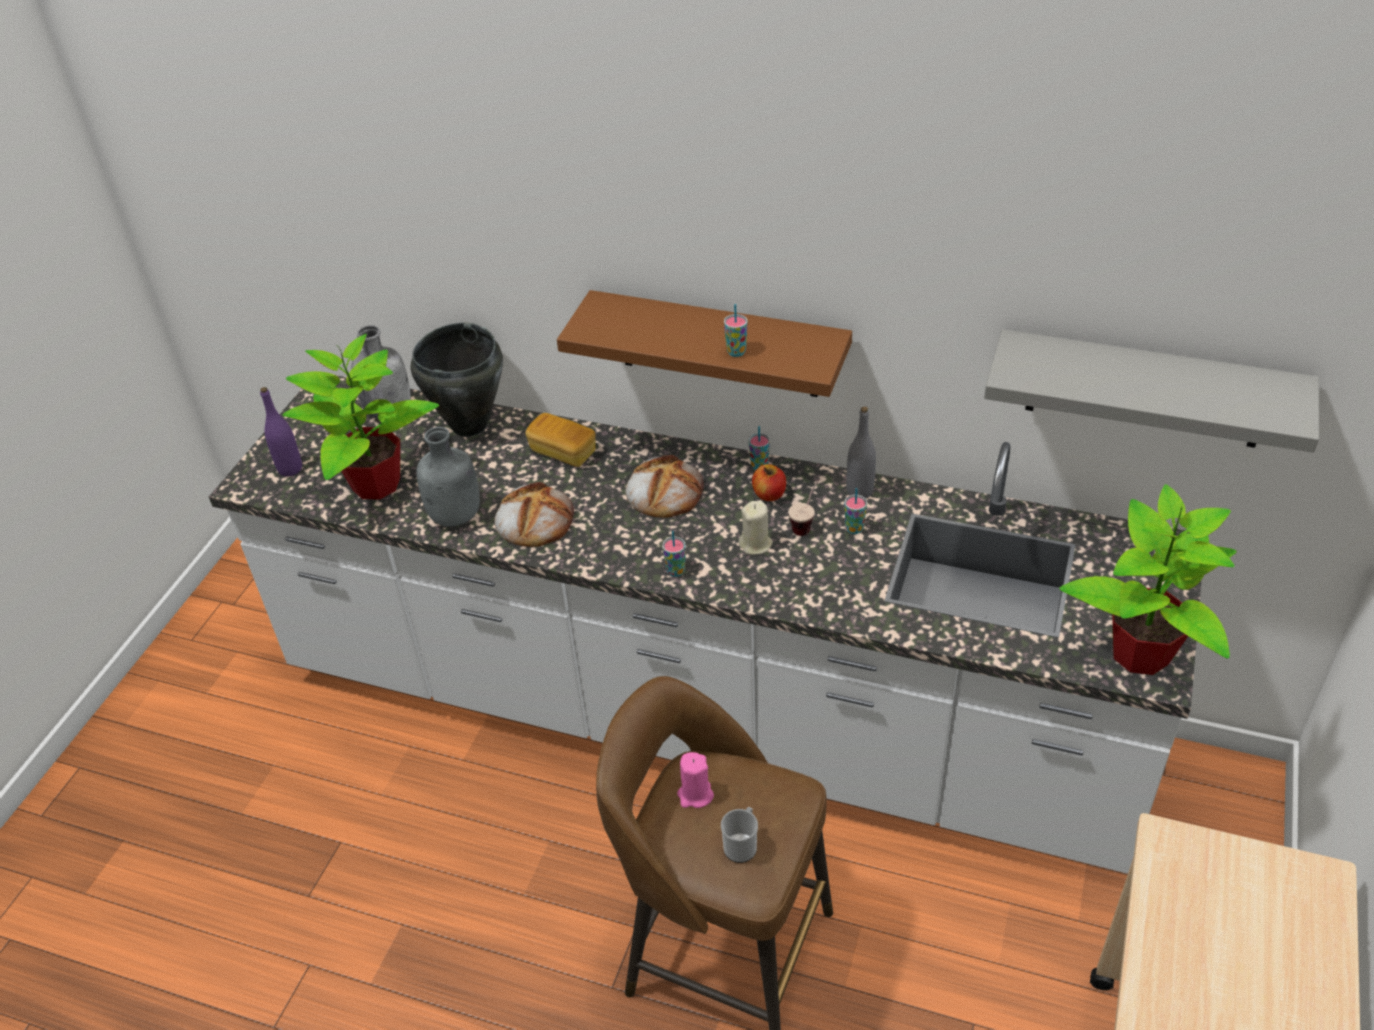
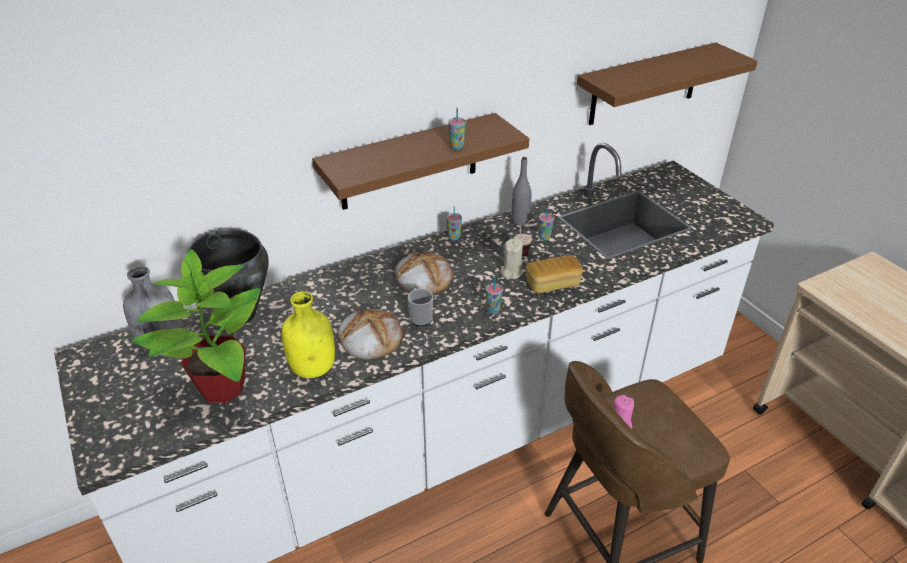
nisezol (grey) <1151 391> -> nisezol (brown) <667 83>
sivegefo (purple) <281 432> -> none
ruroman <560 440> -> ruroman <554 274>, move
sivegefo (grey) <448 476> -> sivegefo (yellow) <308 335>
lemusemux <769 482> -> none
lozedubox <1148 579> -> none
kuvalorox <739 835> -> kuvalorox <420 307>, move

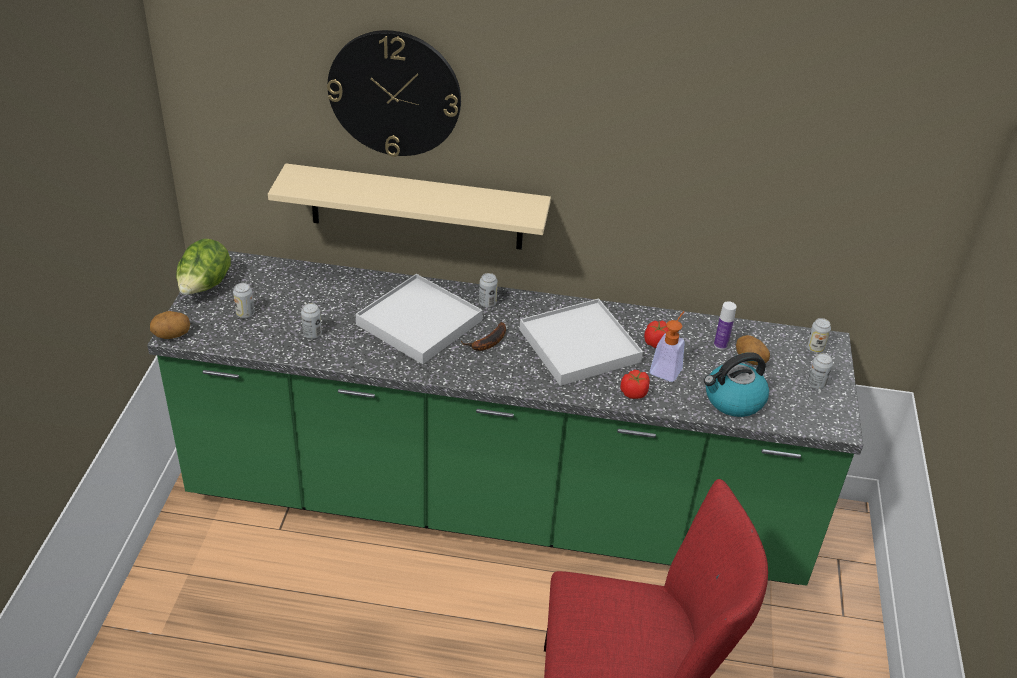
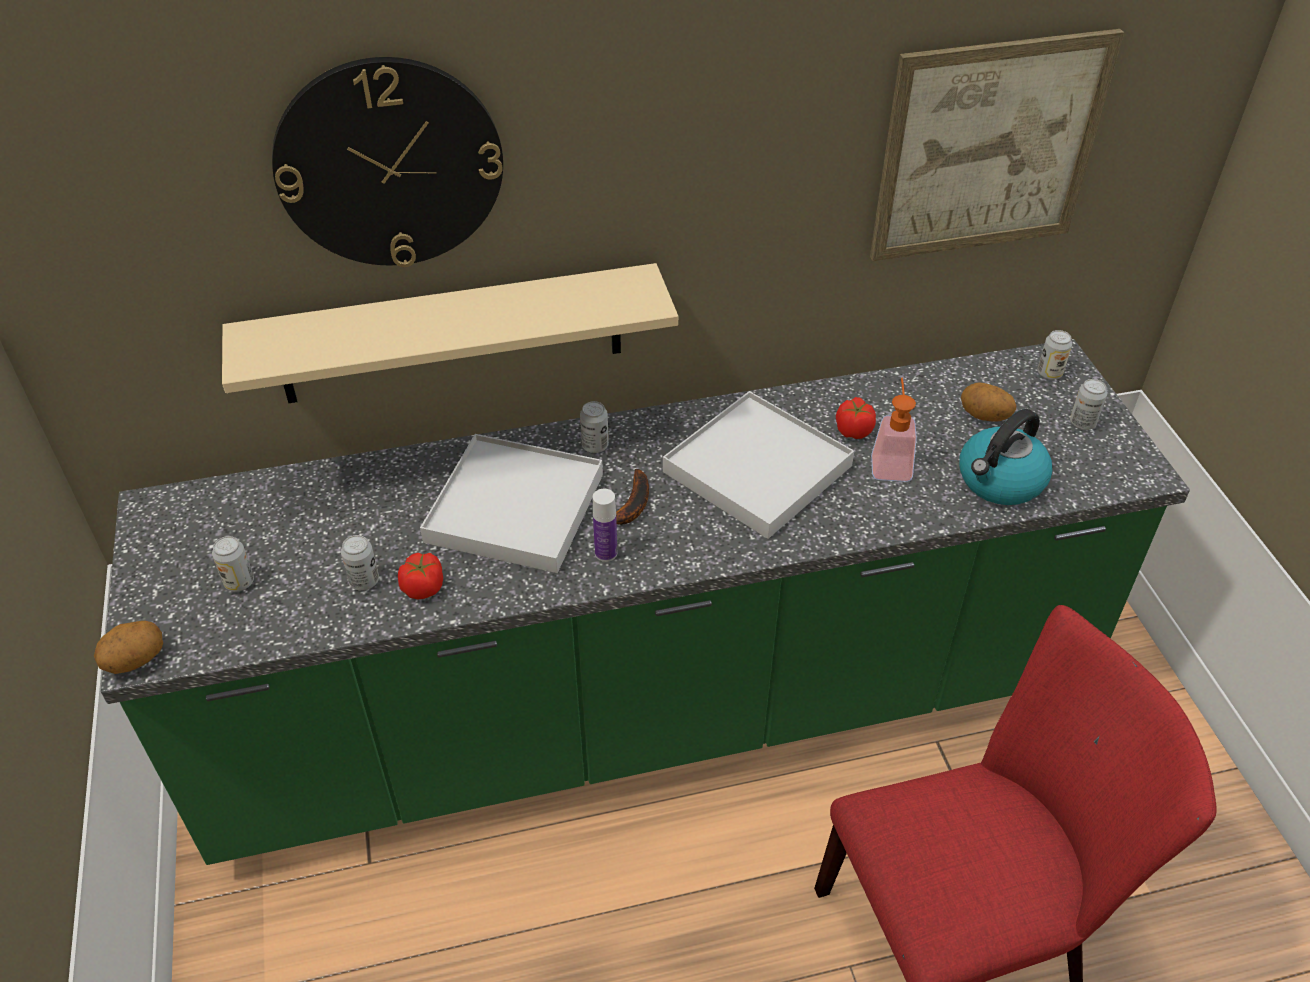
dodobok <203 267> -> none
sivegefo <725 325> -> sivegefo <605 525>, move
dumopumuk <635 384> -> dumopumuk <420 576>, move
none -> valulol <997 145>

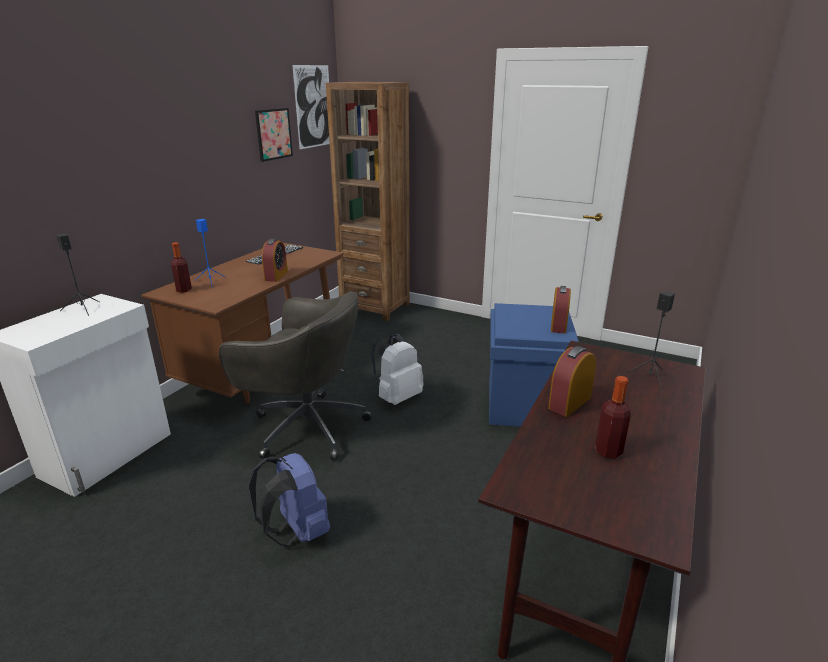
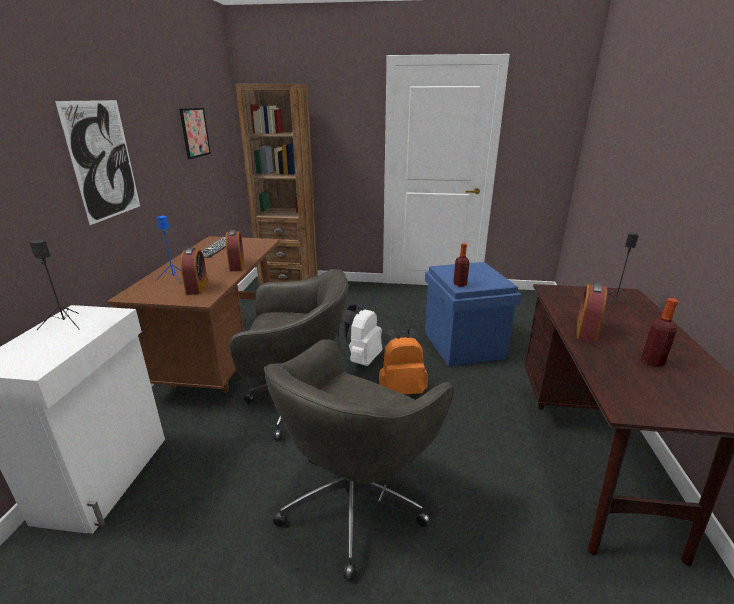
valulol <311 107> -> valulol <97 162>, move
sivegefo <181 267> -> sivegefo <461 265>, move
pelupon <561 310> -> pelupon <194 271>, move
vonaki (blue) <289 499> -> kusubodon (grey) <359 459>
none -> vonaki (orange) <403 362>

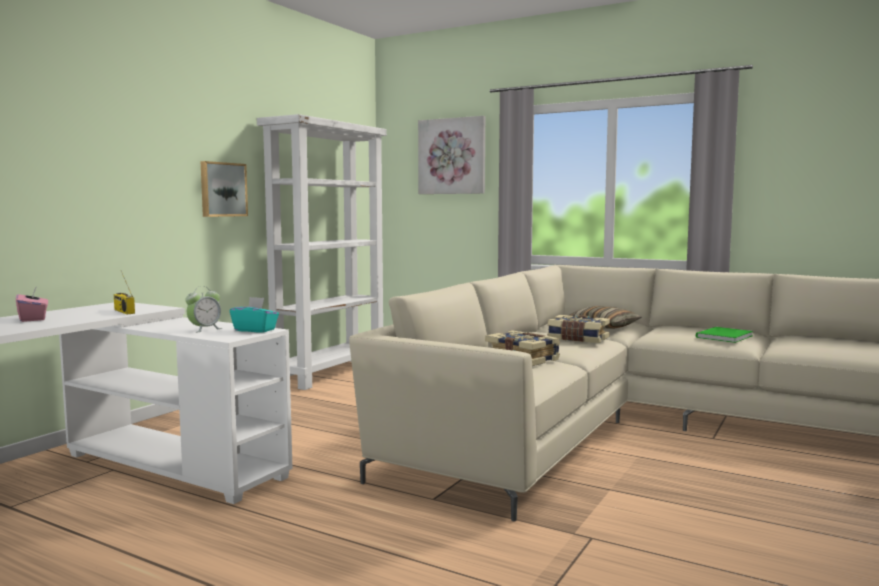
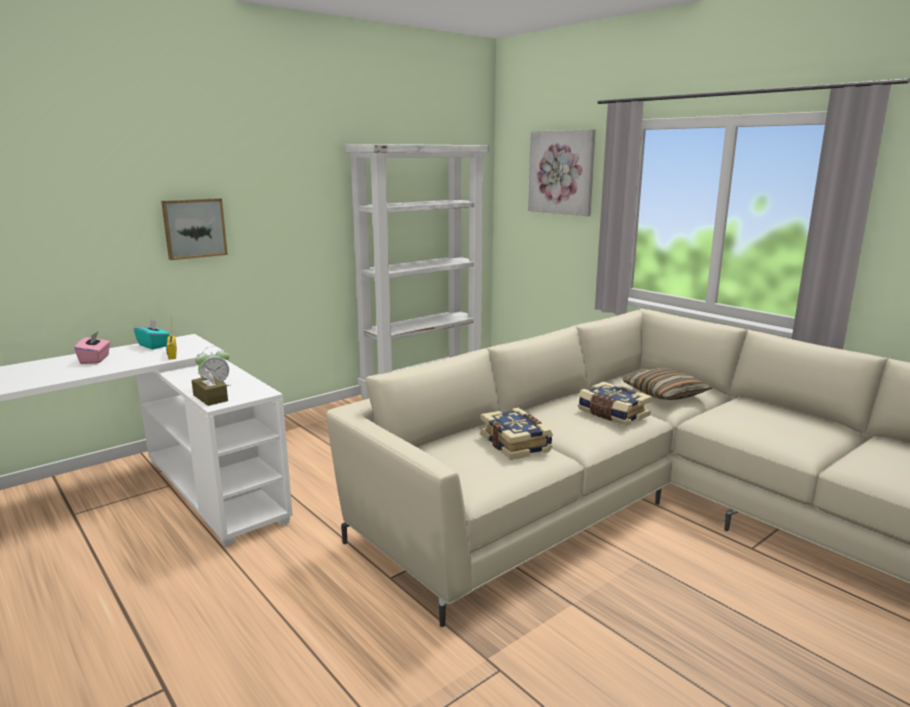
valulol <224 189> -> valulol <194 229>, move
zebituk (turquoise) <254 315> -> zebituk (turquoise) <152 334>, move
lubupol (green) <724 335> -> none
none -> zebituk (brown) <209 386>

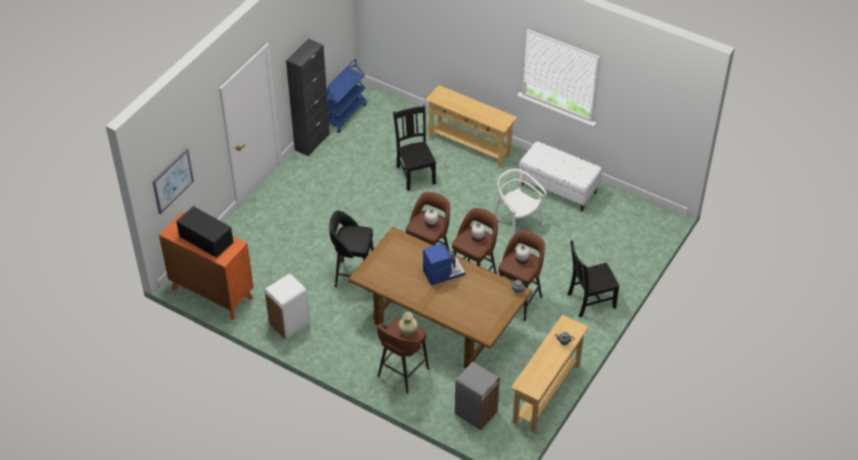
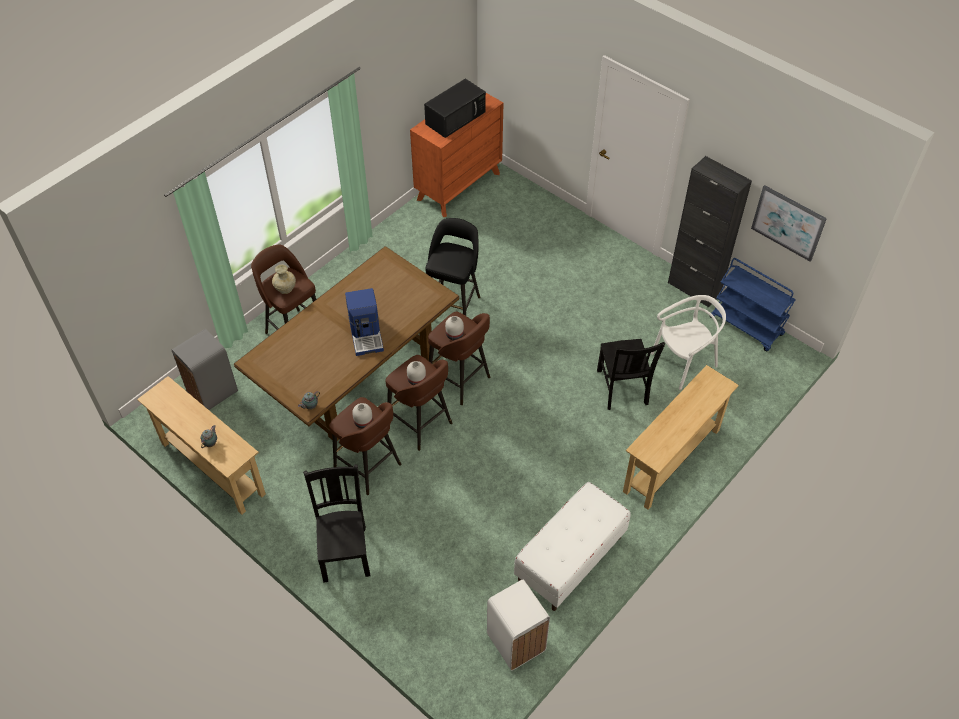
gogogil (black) <414 148> -> gogogil (black) <631 374>, 90 degrees clockwise
valulol <173 181> -> valulol <789 223>, move
gogogil (white) <520 203> -> gogogil (white) <688 342>, move
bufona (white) <287 307> -> bufona (white) <518 625>, move

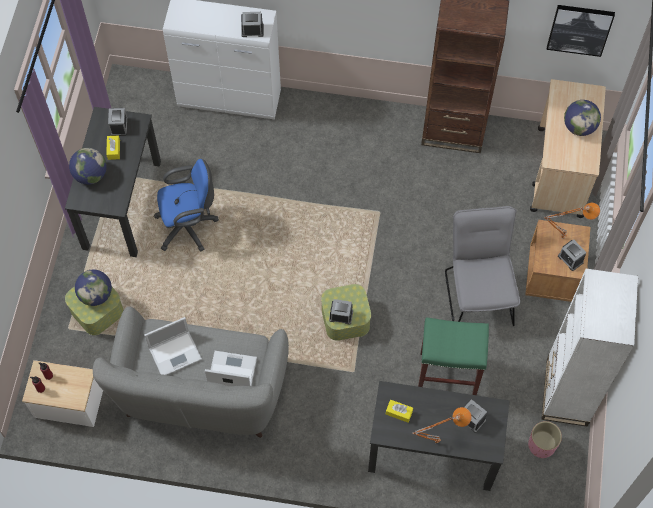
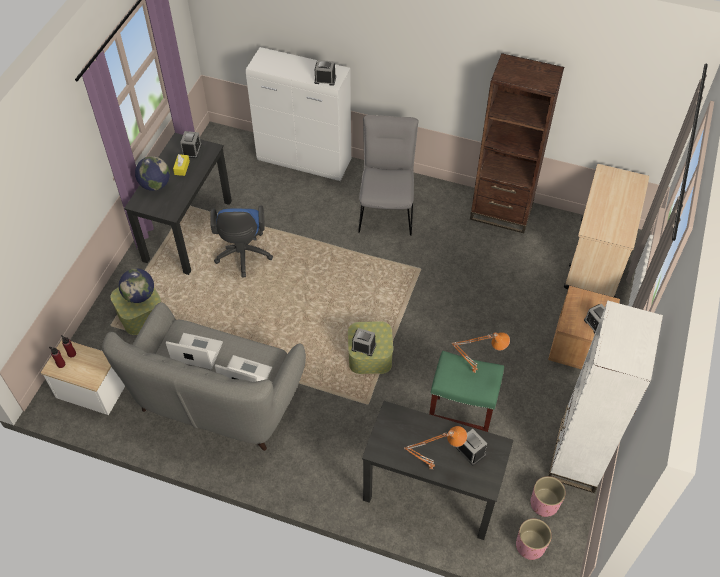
valulol <580 31> -> none
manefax <582 118> -> none
kusubodon (blue) <186 205> -> kusubodon (blue) <241 241>, 90 degrees clockwise
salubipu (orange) <572 221> -> salubipu (orange) <481 352>, move
gogogil (grey) <482 266> -> gogogil (grey) <388 175>, move
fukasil <173 346> -> fukasil <194 351>, 150 degrees counterclockwise
zebituk (yellow) <399 411> -> none
none -> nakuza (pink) <534 539>

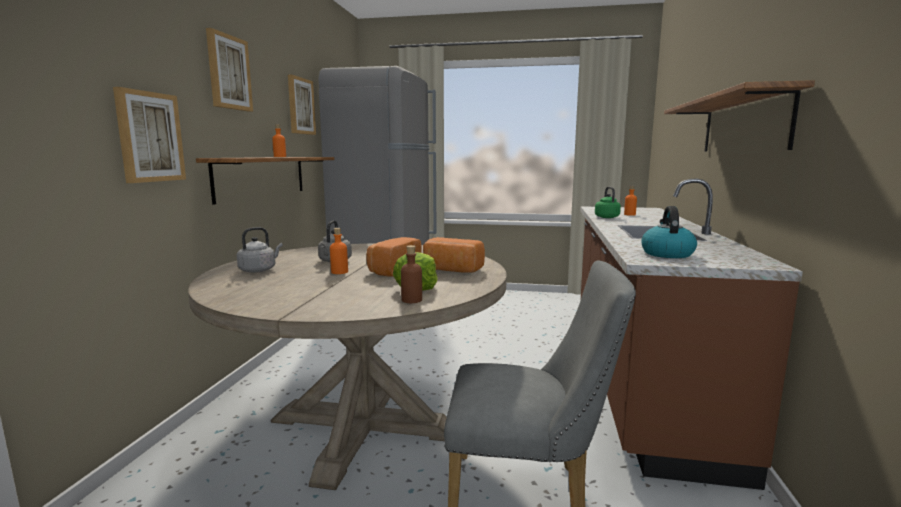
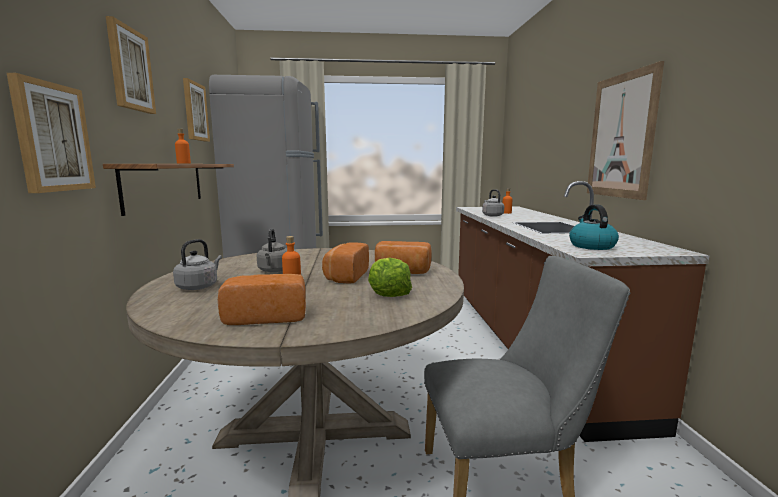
nisezol <739 116> -> valulol <625 130>
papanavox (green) <608 202> -> papanavox (grey) <493 203>
sivegefo (brown) <411 274> -> none
none -> ruroman <262 299>

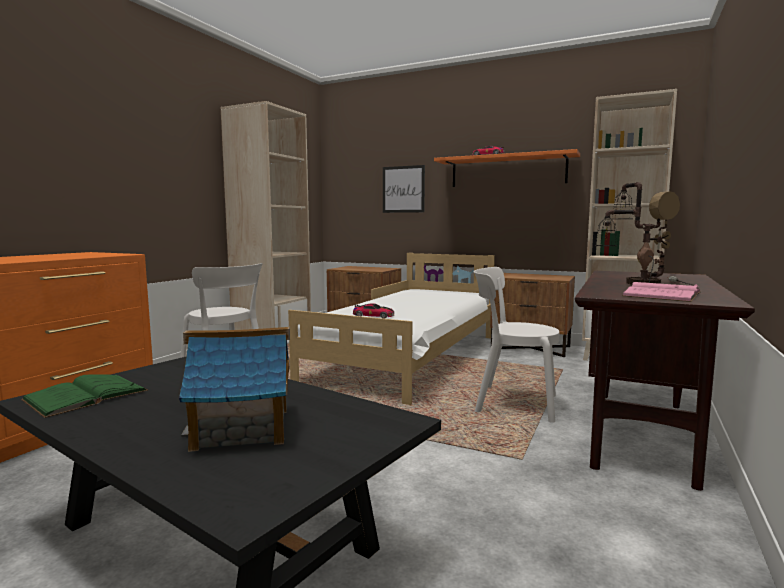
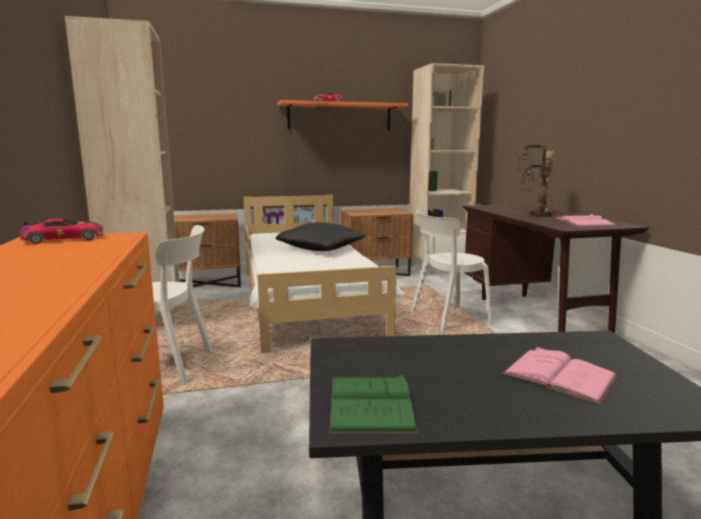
valulol <404 189> -> none
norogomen <373 311> -> norogomen <62 230>, move
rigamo <234 389> -> lubupol (pink) <560 375>
none -> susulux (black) <321 236>

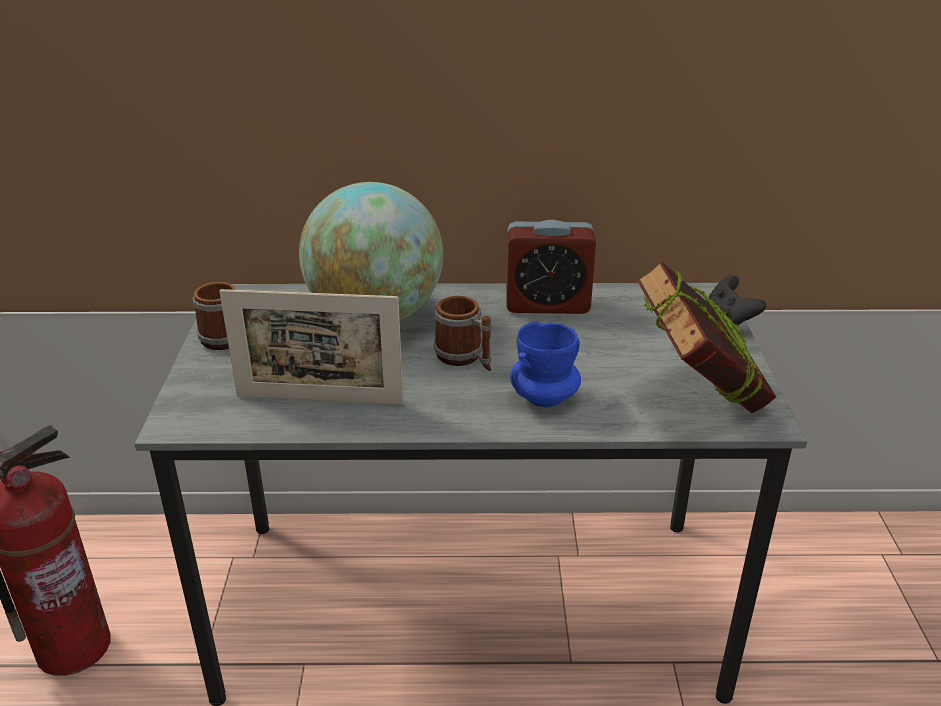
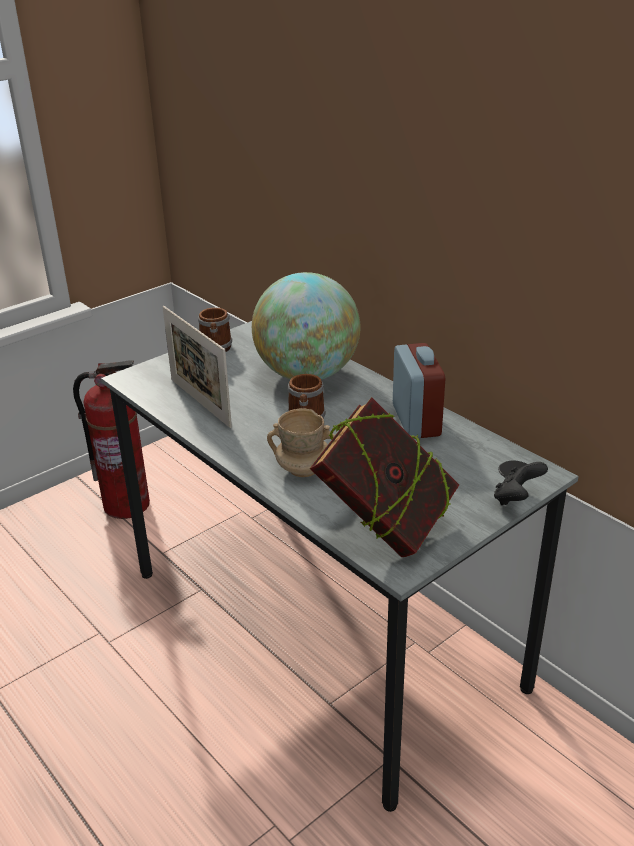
pelupon <551 267> -> pelupon <419 391>, 150 degrees counterclockwise
kuvalorox (blue) <545 364> -> kuvalorox (beige) <301 442>

